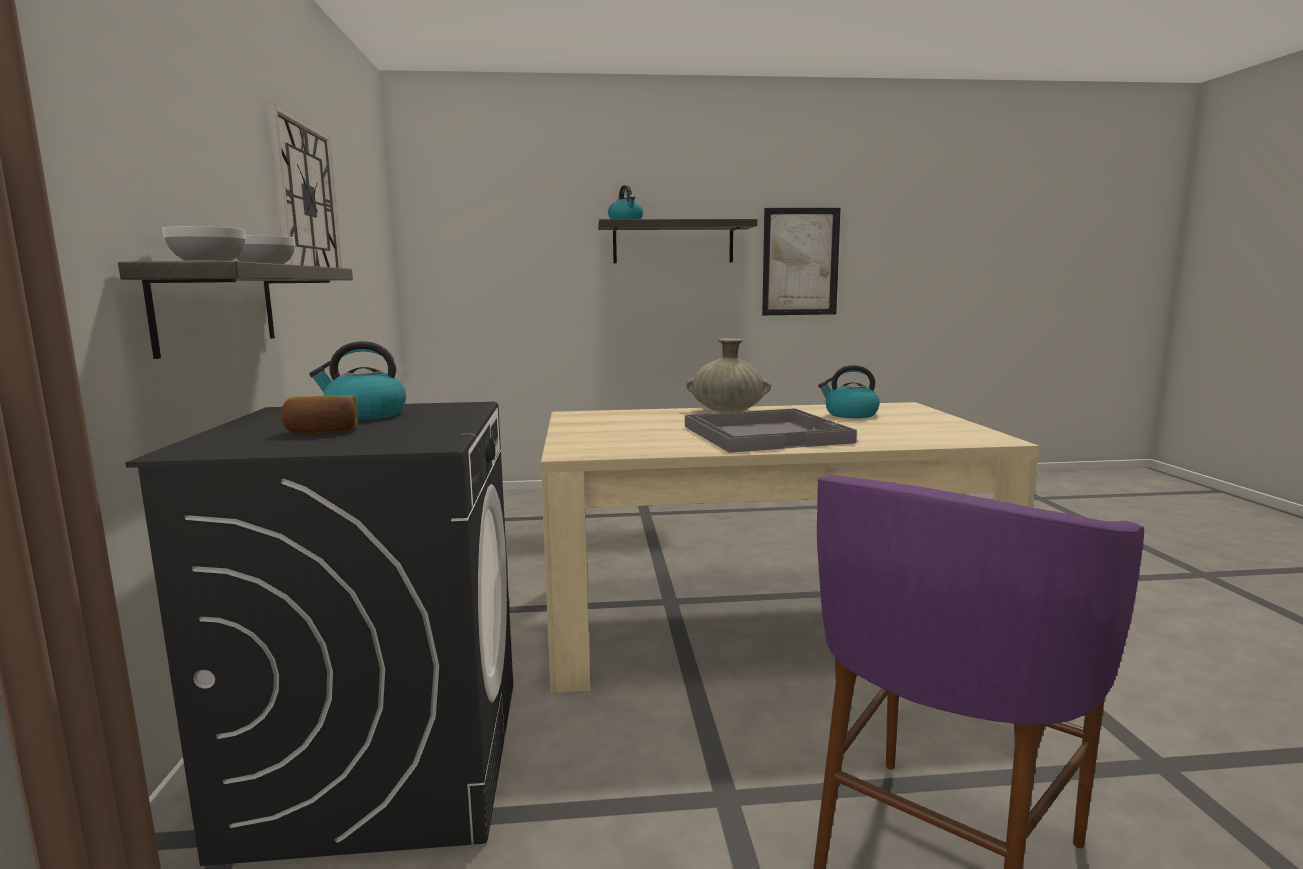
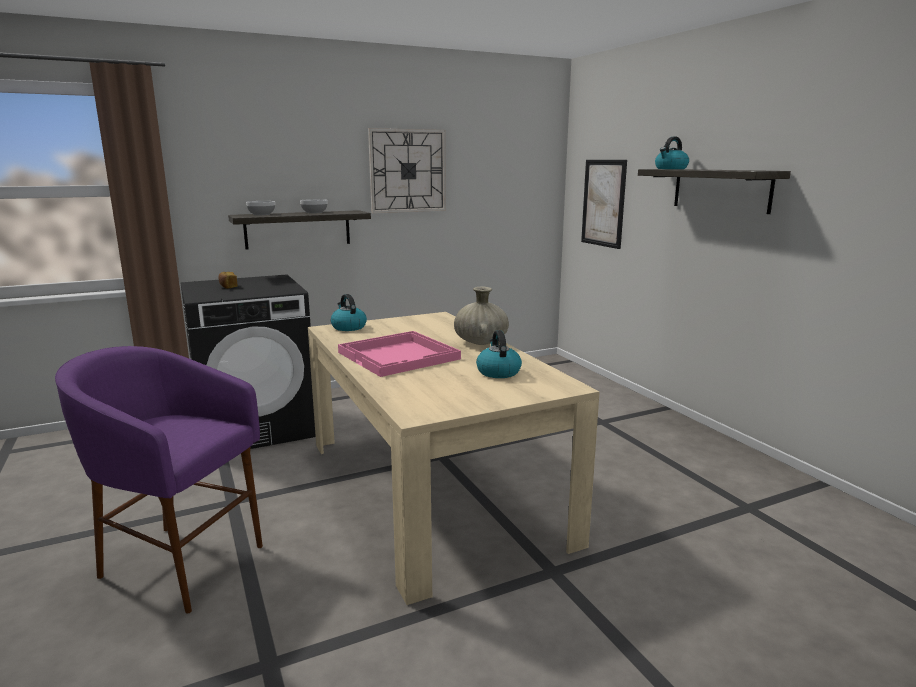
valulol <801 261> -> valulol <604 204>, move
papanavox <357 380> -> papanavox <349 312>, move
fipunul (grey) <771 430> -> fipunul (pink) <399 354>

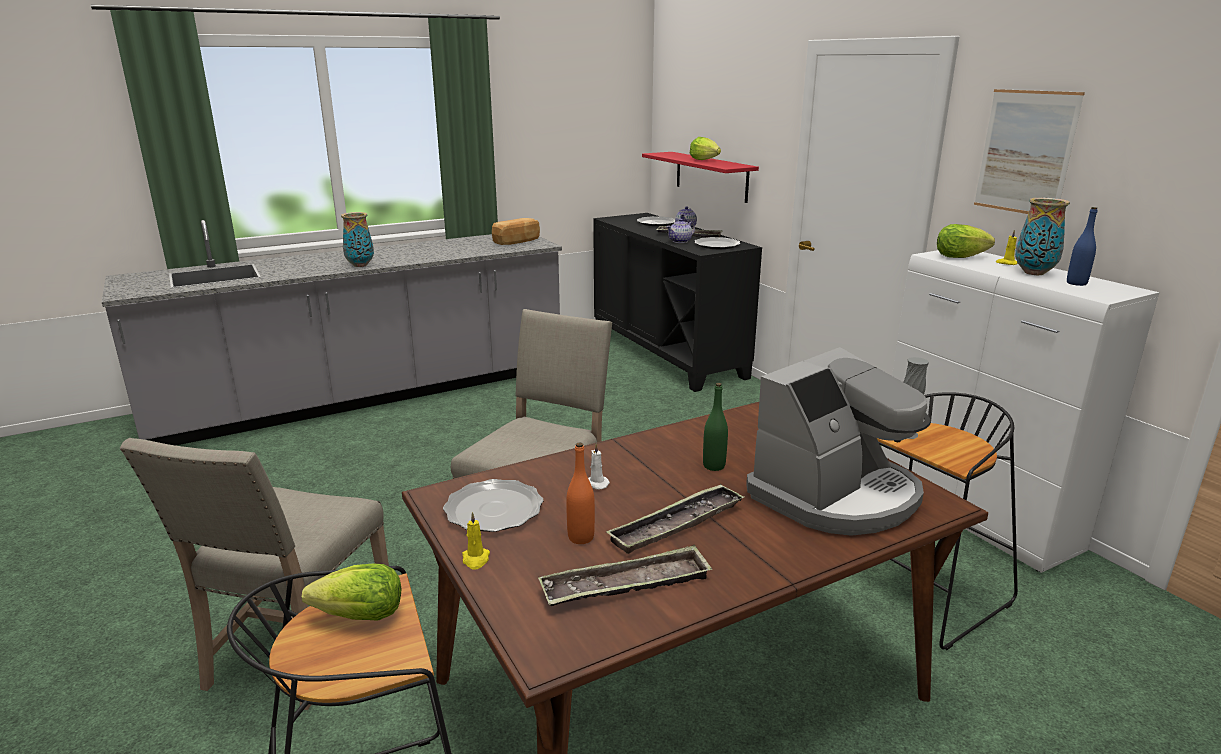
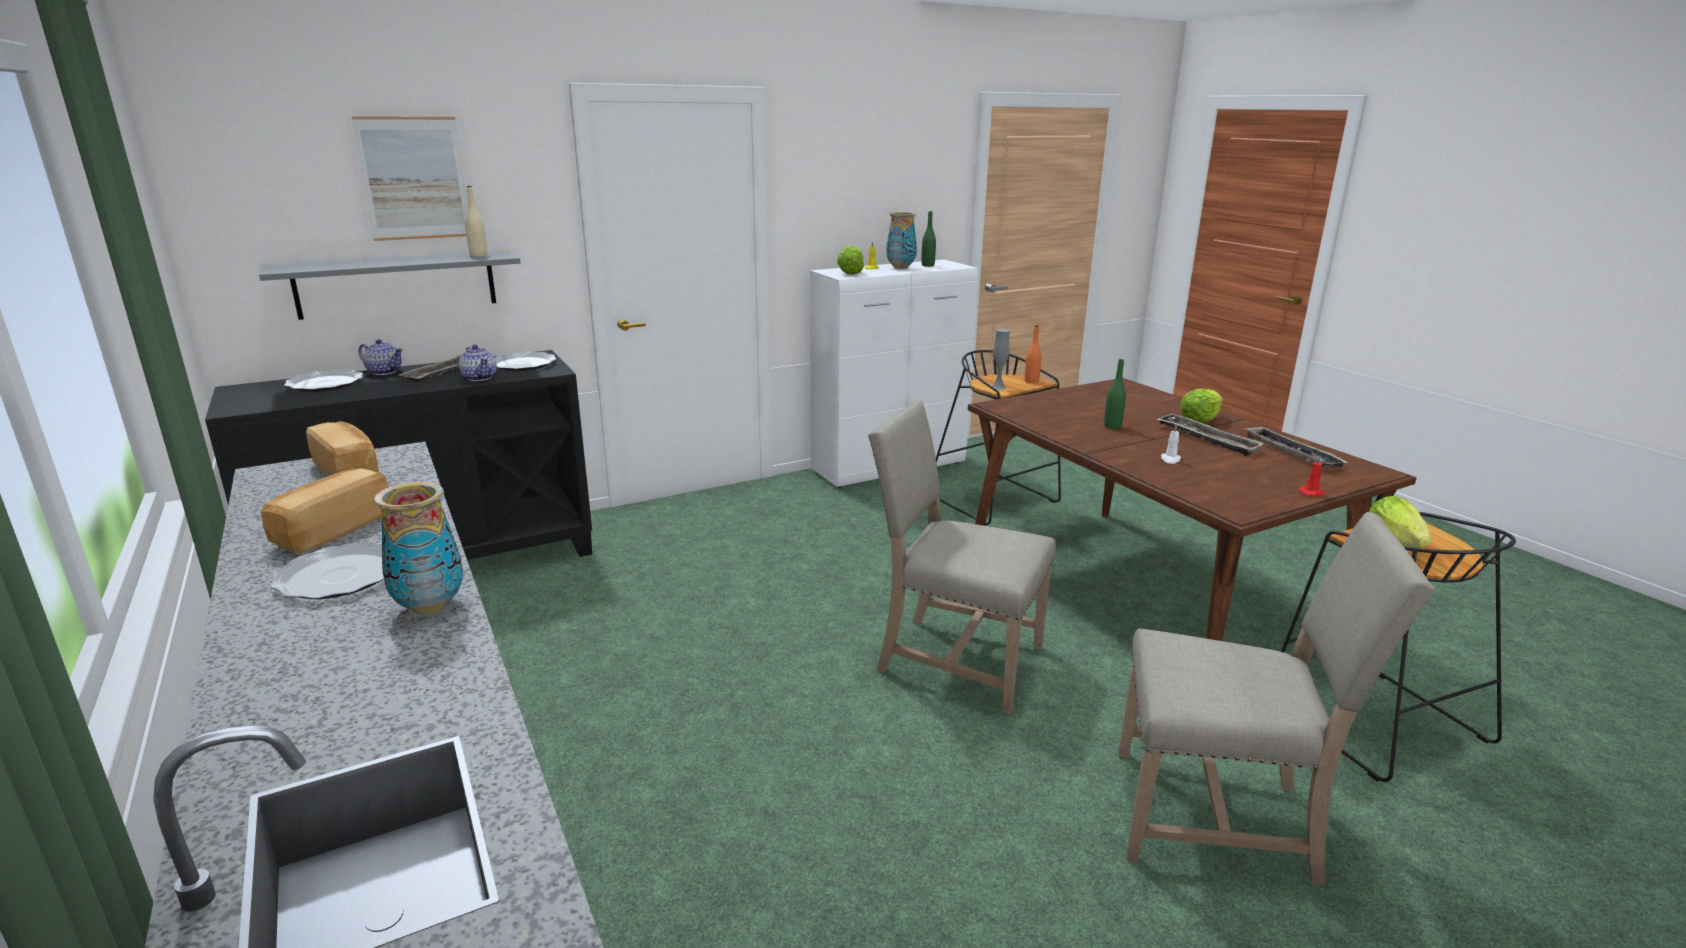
valulol <1029 151> -> valulol <409 178>, move
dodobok <705 148> -> dodobok <1201 406>, move
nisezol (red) <700 177> -> nisezol (grey) <390 285>
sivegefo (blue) <1082 246> -> sivegefo (green) <928 239>
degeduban <838 441> -> none
sivegefo (orange) <580 493> -> sivegefo (orange) <1033 354>, move
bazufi <493 505> -> bazufi <327 571>, move
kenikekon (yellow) <476 541> -> kenikekon (red) <1312 475>
none -> sivegefo (beige) <476 221>
none -> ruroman <325 511>

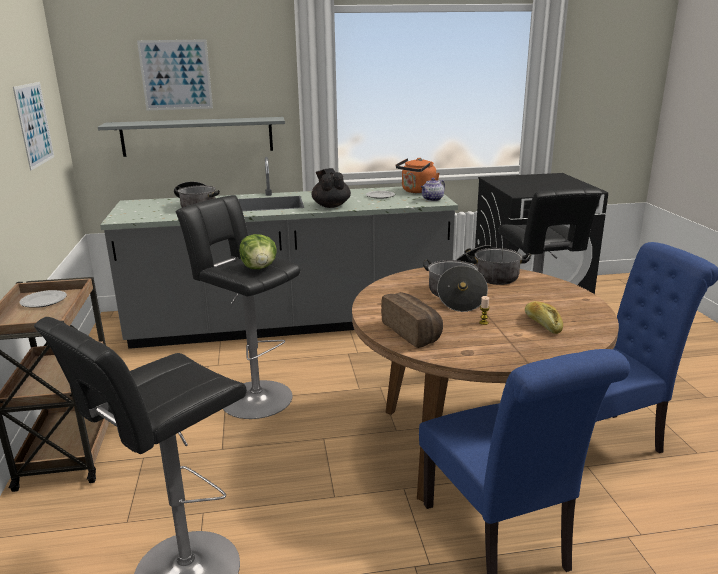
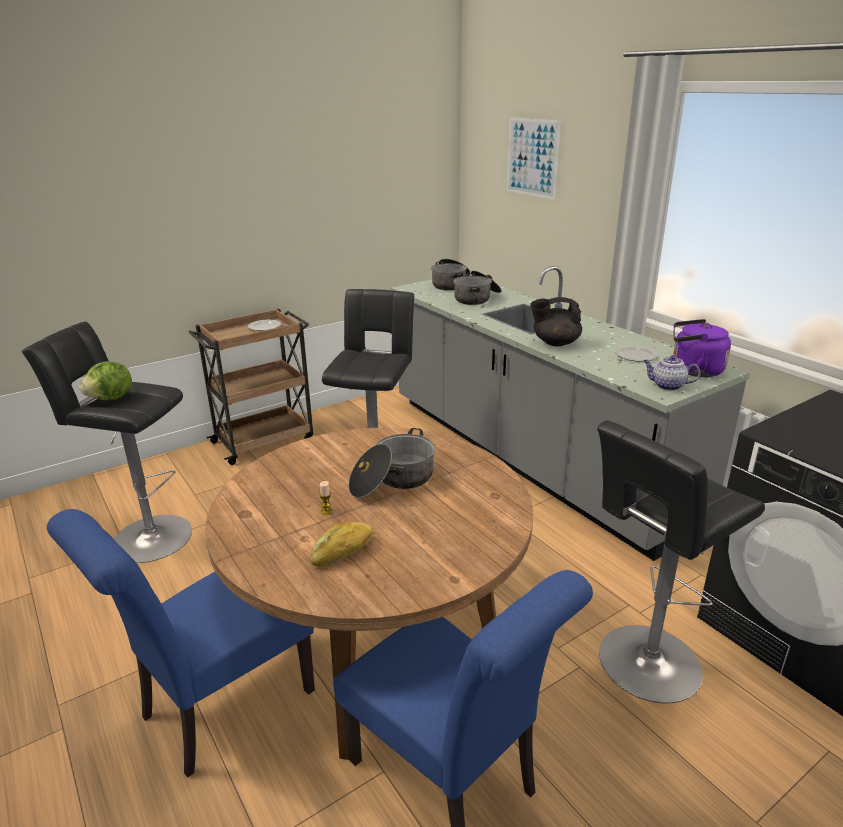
valulol <33 126> -> none
nisezol (grey) <191 137> -> none
papanavox (orange) <418 176> -> papanavox (purple) <702 348>
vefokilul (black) <331 188> -> vefokilul (black) <556 321>, 135 degrees counterclockwise
dodobok <258 251> -> dodobok <105 380>, move
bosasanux <493 265> -> bosasanux <450 274>, move
ruroman <412 320> -> none

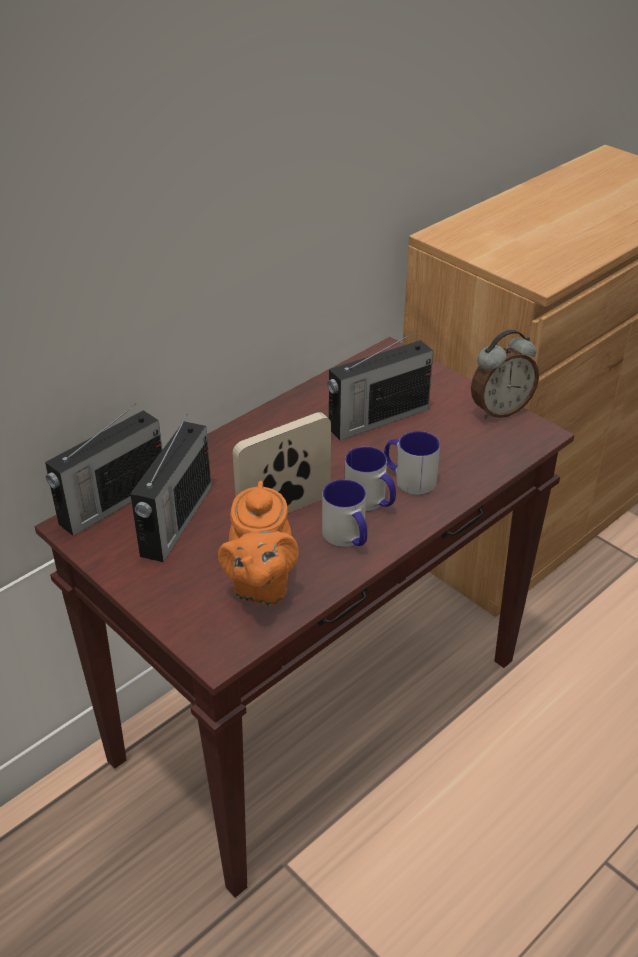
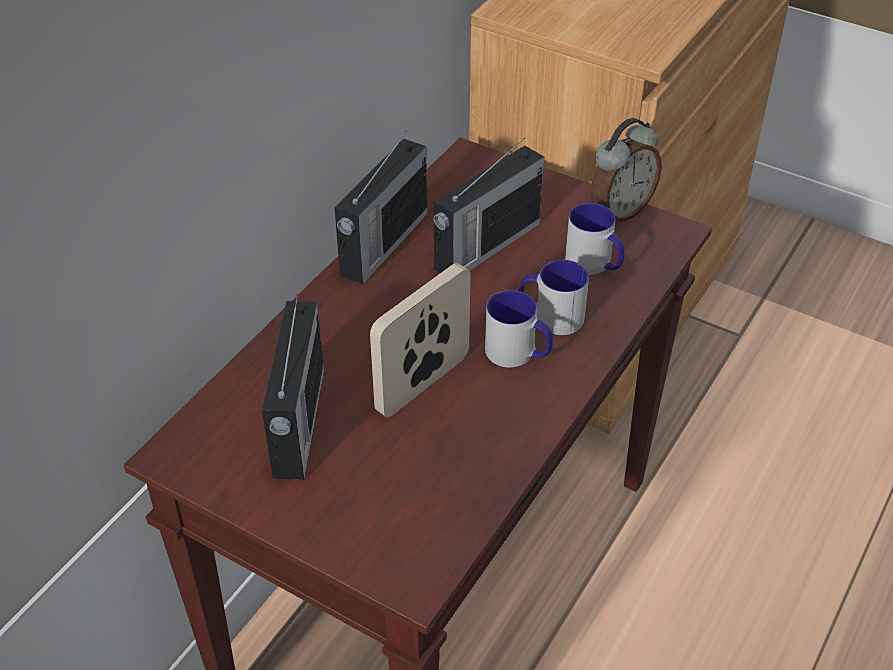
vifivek <103 470> -> vifivek <381 208>, move
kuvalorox <344 513> -> kuvalorox <594 239>, move
vefokilul (orange) <258 543> -> none

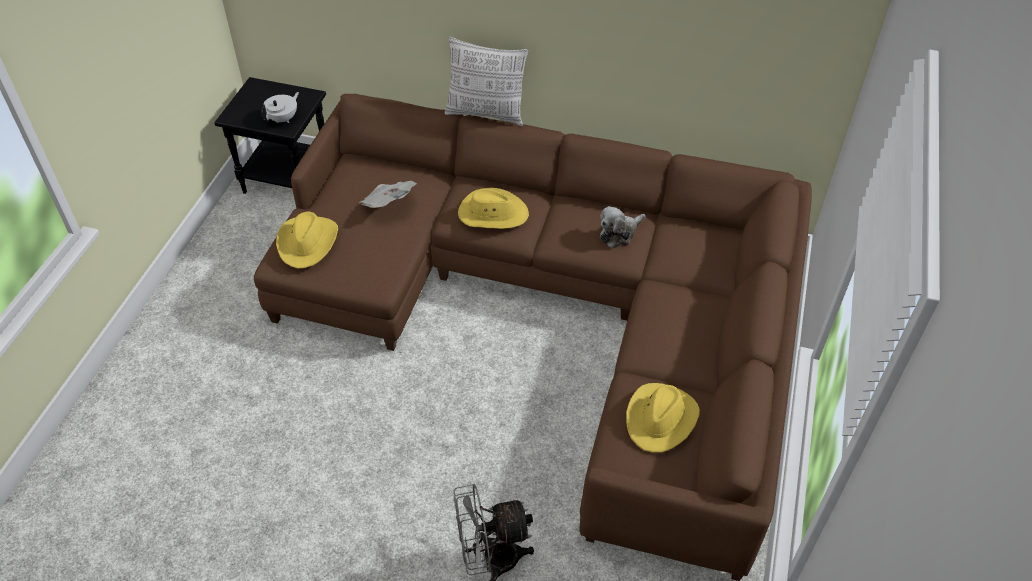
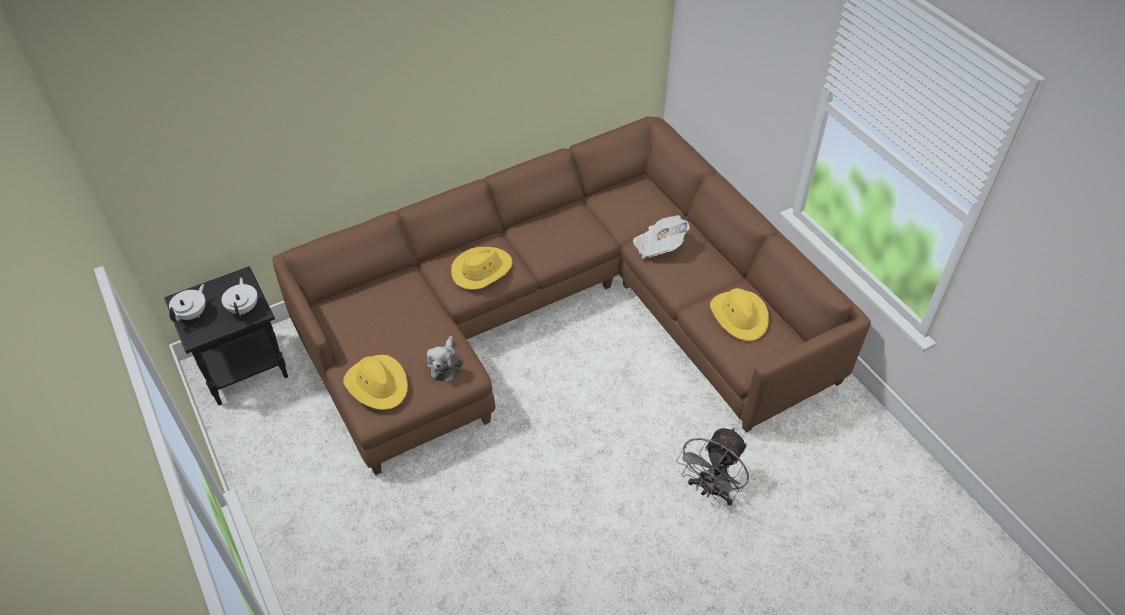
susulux <486 81> -> none
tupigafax <388 194> -> tupigafax <661 236>, move
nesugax <622 227> -> nesugax <444 358>, move
none -> vefokilul (white) <187 303>

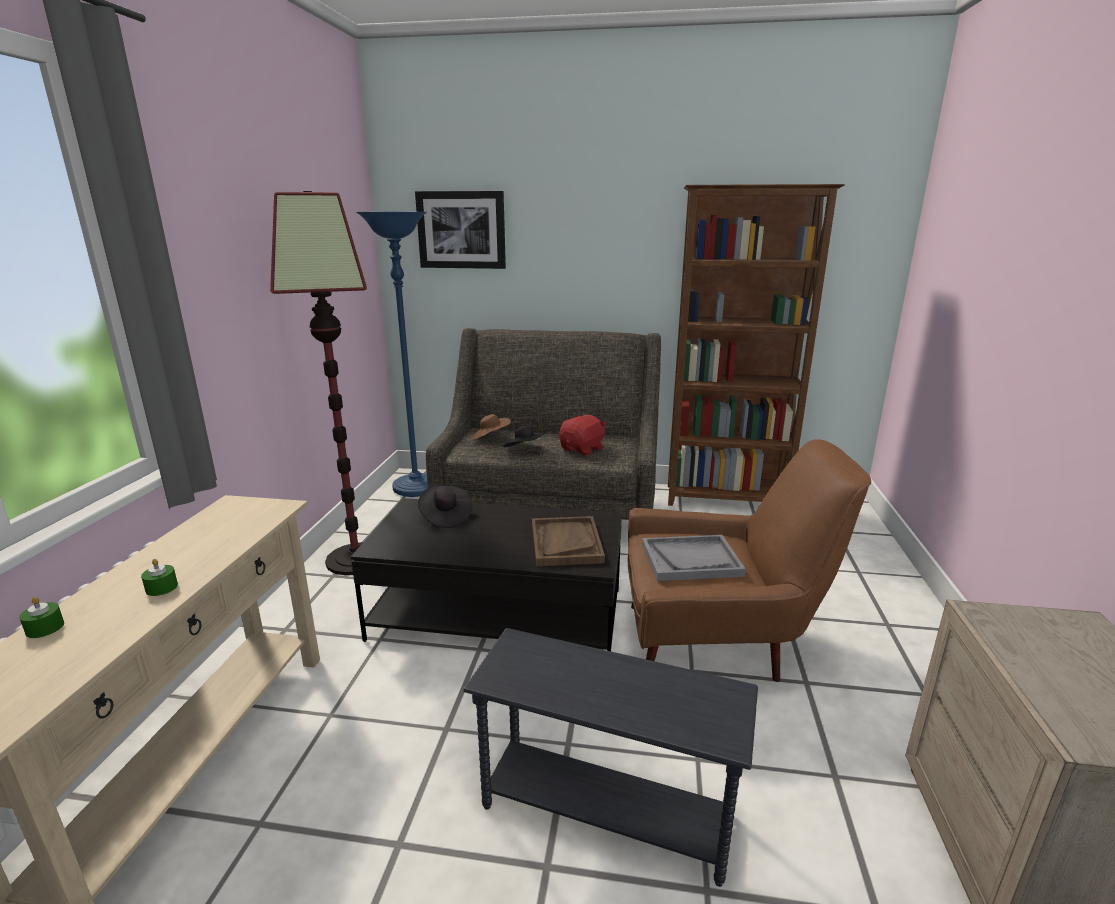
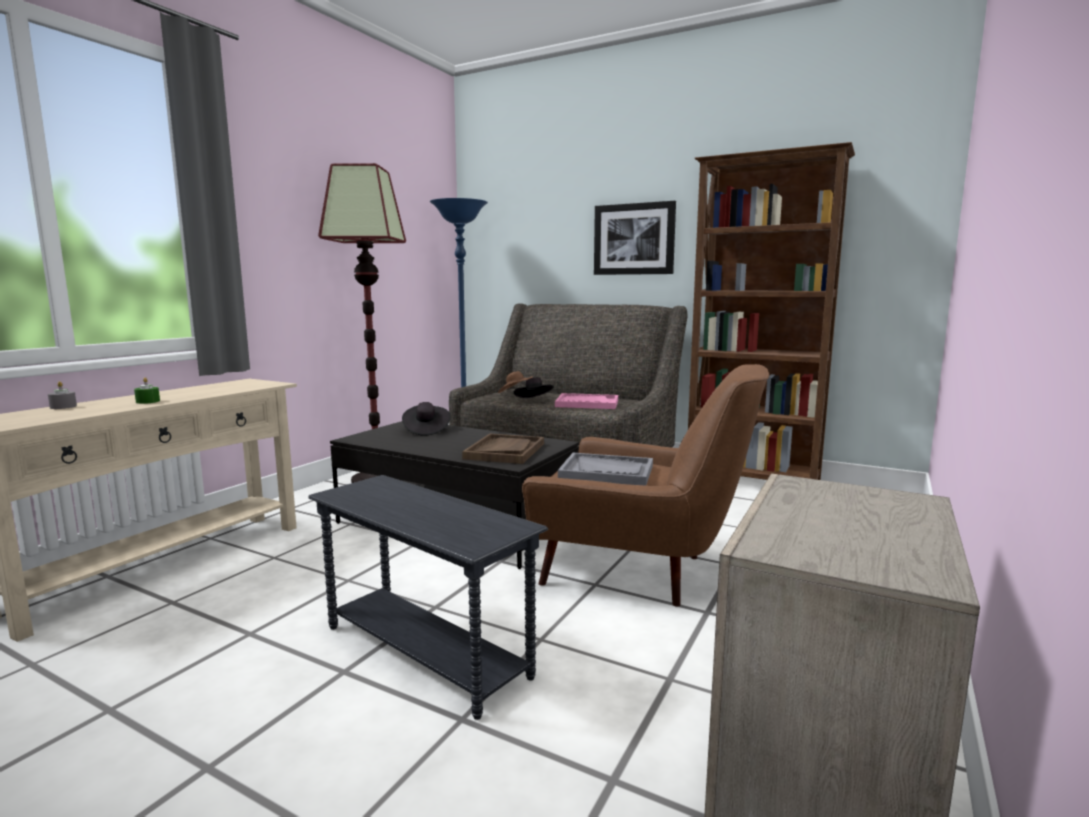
valulol <460 230> -> valulol <635 238>, move
nesugax (red) <583 435> -> fipunul (pink) <586 401>
kenikekon (green) <41 617> -> kenikekon (grey) <62 395>

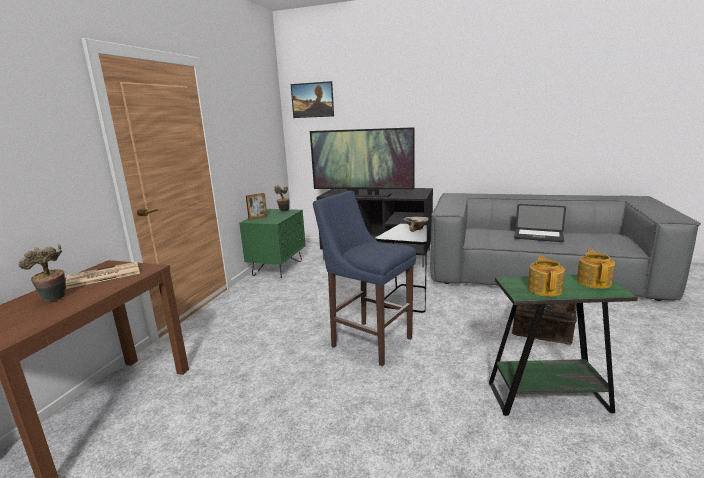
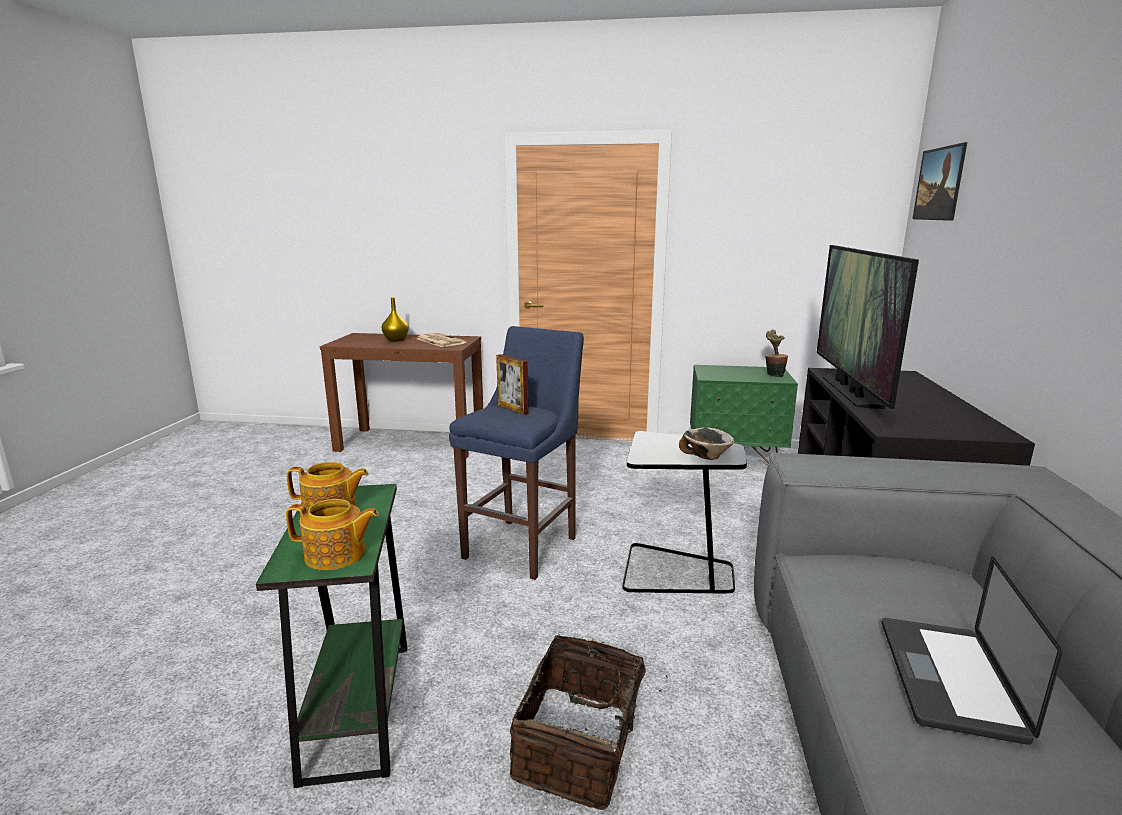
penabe <256 206> -> penabe <512 384>, move
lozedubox <42 272> -> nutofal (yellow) <395 320>

